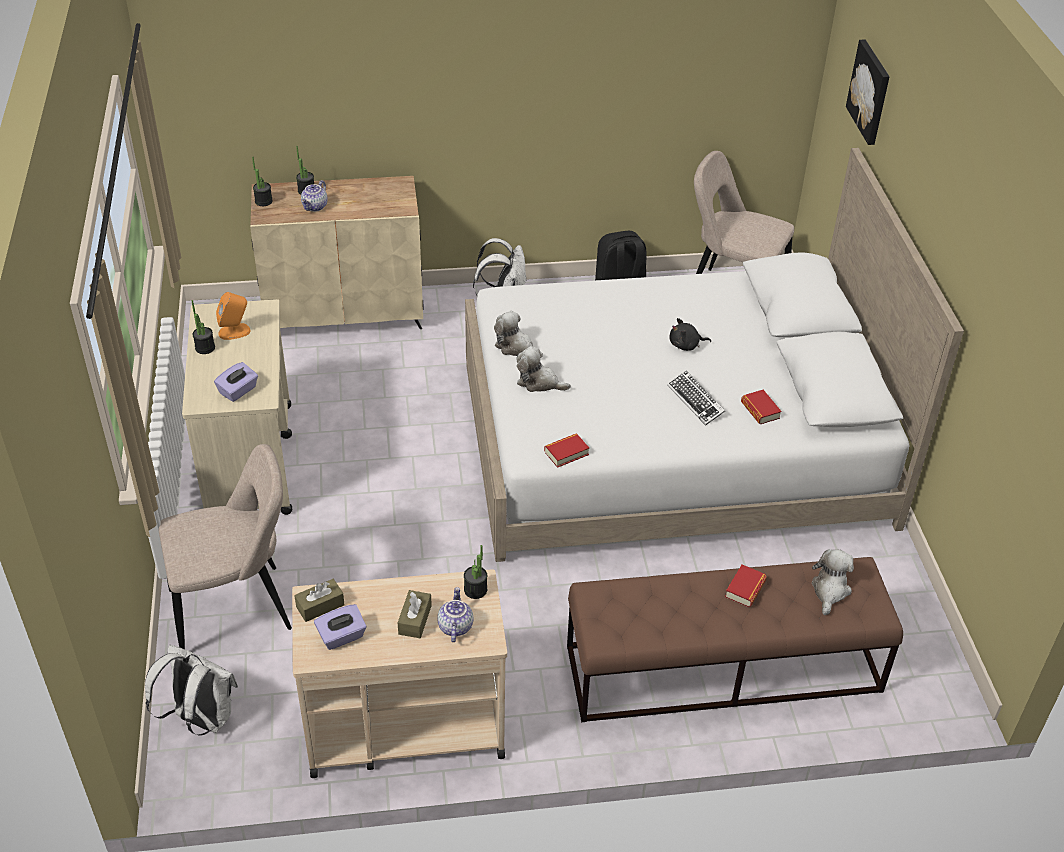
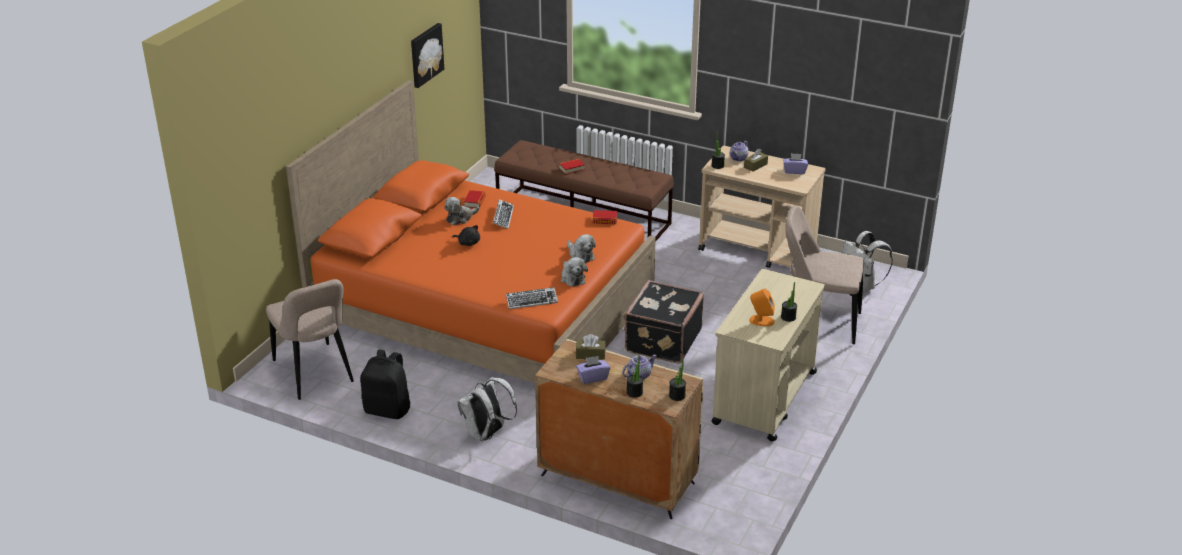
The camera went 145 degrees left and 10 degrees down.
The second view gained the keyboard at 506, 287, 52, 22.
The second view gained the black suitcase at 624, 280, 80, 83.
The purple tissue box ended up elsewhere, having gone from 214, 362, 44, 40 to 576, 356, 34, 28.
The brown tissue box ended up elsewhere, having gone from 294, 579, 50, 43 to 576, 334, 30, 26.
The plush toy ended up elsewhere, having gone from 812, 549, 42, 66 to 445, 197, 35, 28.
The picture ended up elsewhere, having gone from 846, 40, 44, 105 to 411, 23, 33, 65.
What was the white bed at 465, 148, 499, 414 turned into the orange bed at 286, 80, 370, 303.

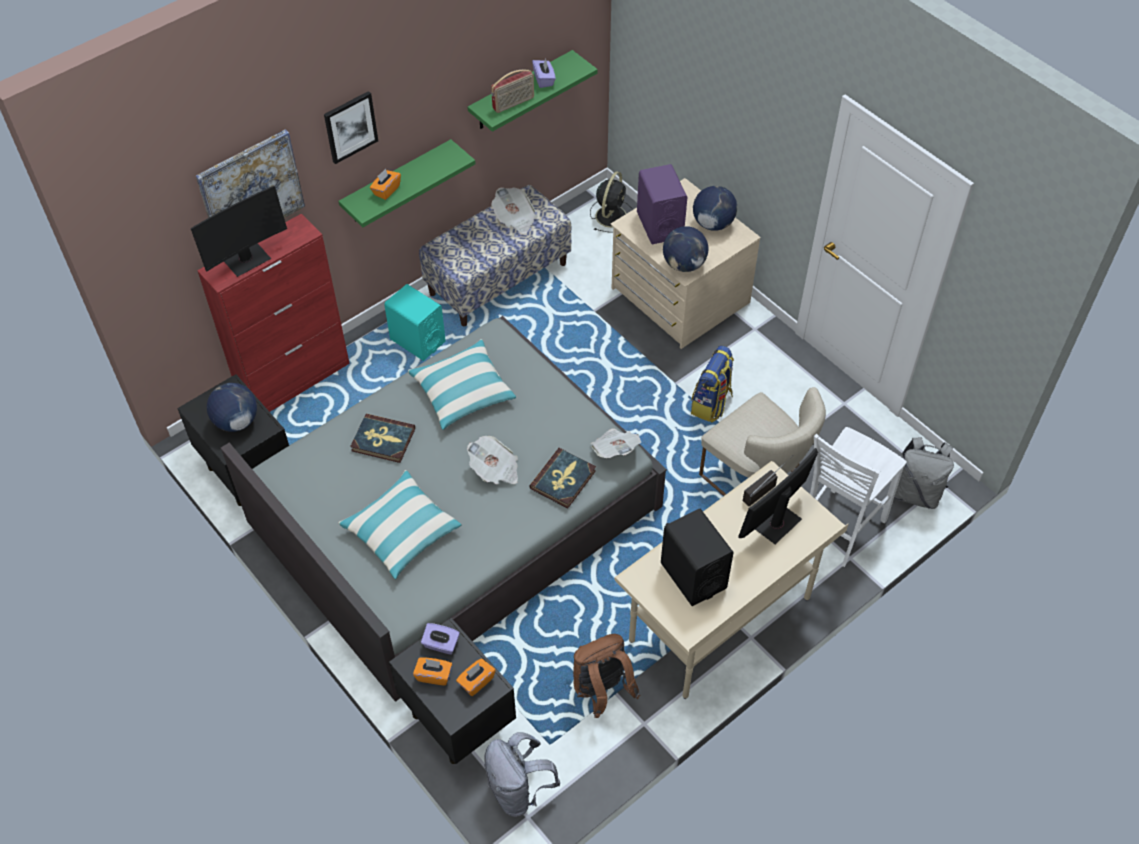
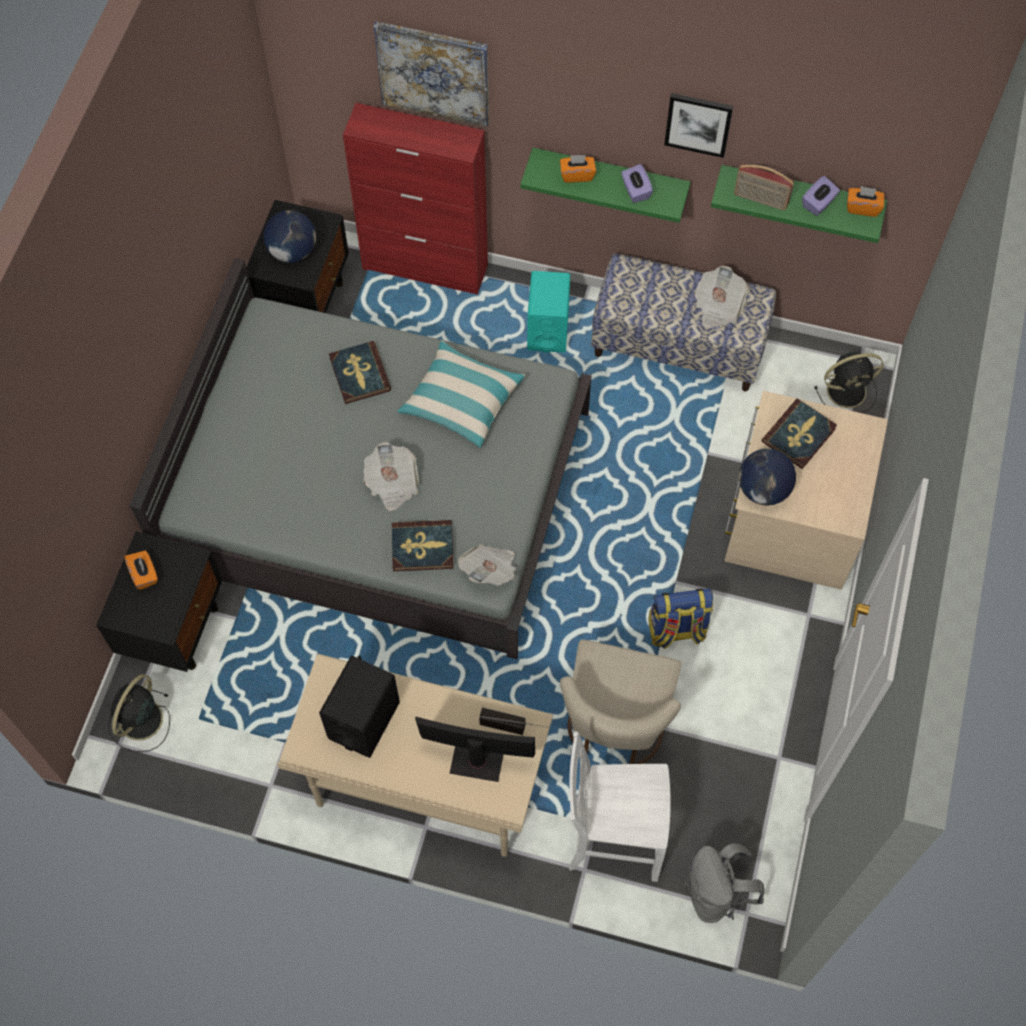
The camera went 55 degrees right and 10 degrees up.
The second view lost the monitor at 191, 186, 96, 91.
The second view lost the pillow at 338, 470, 124, 109.
The second view lost the brown backpack at 573, 634, 67, 84.
The second view lost the globe at 693, 186, 44, 45.
The picture ended up elsewhere, having gone from 324, 91, 54, 73 to 664, 93, 69, 65.
The purple tissue box ended up elsewhere, having gone from 421, 623, 39, 32 to 621, 164, 32, 39.
The orange tissue box ended up elsewhere, having gone from 456, 658, 40, 38 to 847, 186, 37, 31.
Where the grey backpack stood at 484, 732, 76, 85, the black fan came to stand at 108, 674, 62, 78.
Where the purple speaker stood at 637, 164, 50, 80, the book came to stand at 762, 399, 75, 70.

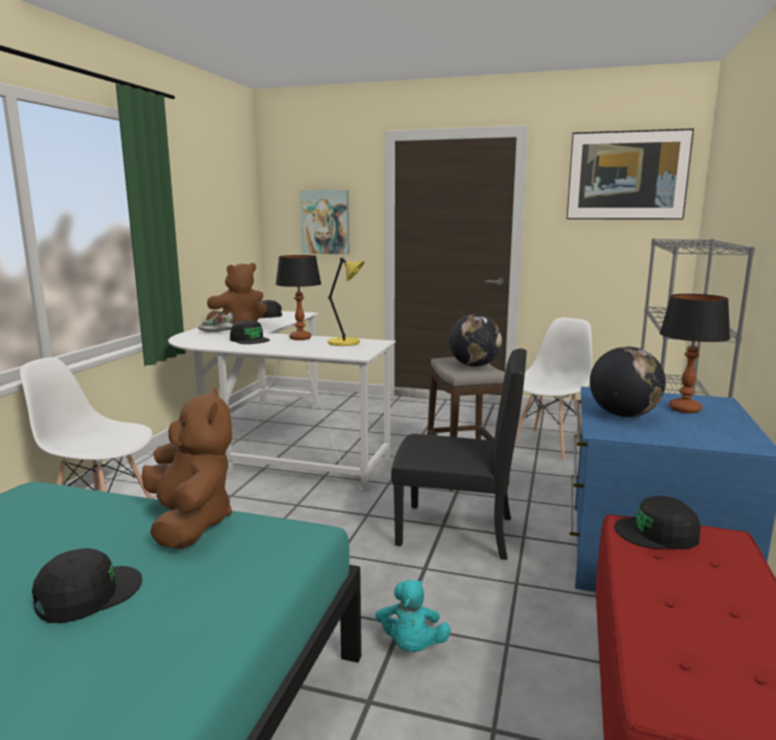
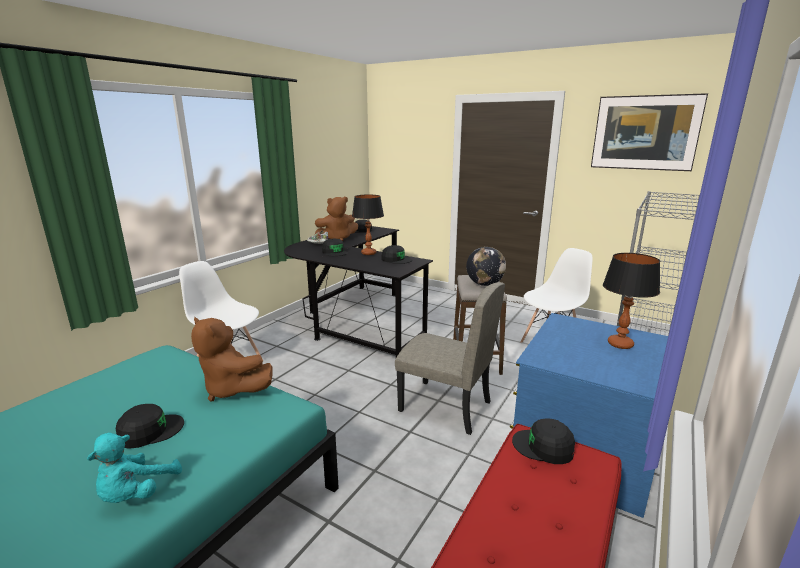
The camera went 15 degrees right and 5 degrees up.
The second view lost the picture at 300, 190, 49, 64.
The second view lost the globe at 590, 347, 76, 70.
The turquoise plush toy ended up elsewhere, having gone from 375, 580, 76, 72 to 87, 432, 95, 71.
Where the yellow table lamp stood at 328, 258, 36, 88, the black cap came to stand at 381, 245, 31, 19.
What was the white desk at 168, 311, 228, 180 turned into the black desk at 284, 226, 149, 131.
What was the black chair at 391, 348, 136, 212 turned into the beige chair at 395, 282, 110, 153.
The brown plush toy at 142, 388, 90, 161 ended up facing another way, 135 degrees clockwise from before.

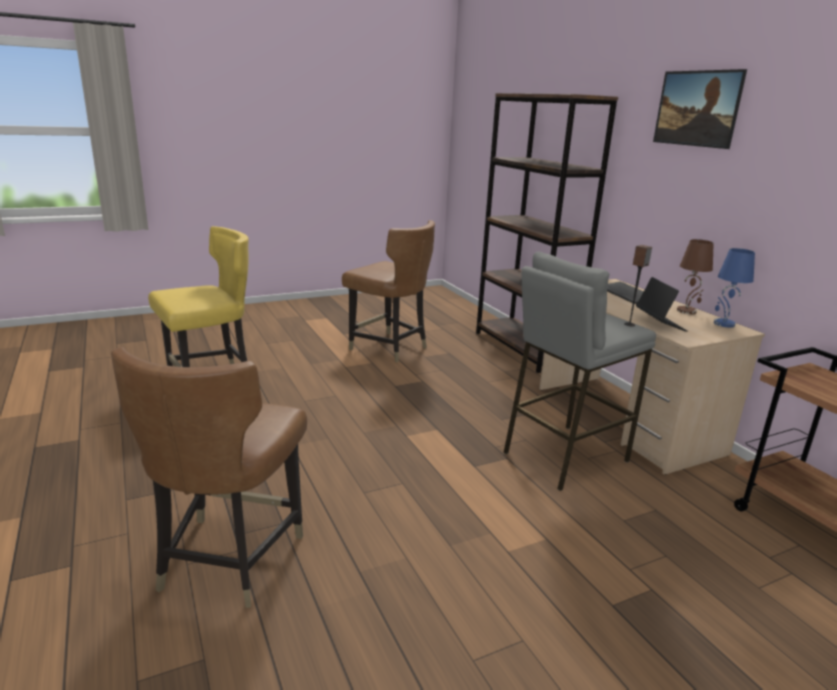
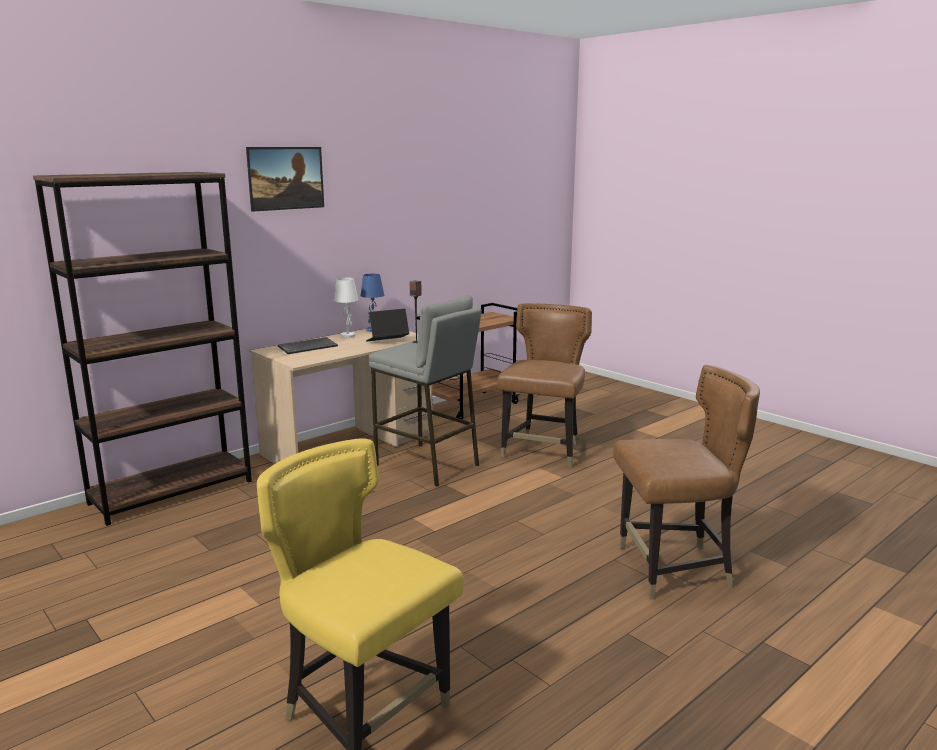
The camera went 105 degrees left and 5 degrees down.
The brown chair ended up elsewhere, having gone from 342, 220, 93, 142 to 497, 303, 95, 165.
What was the brown table lamp at 677, 239, 37, 75 turned into the white table lamp at 334, 278, 25, 60.

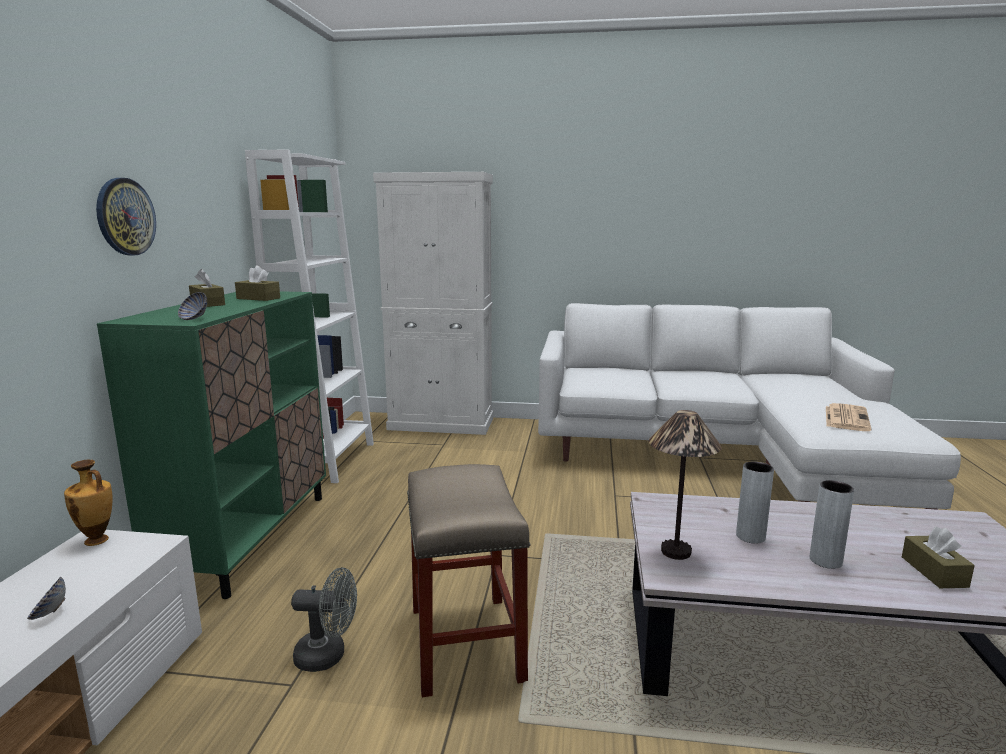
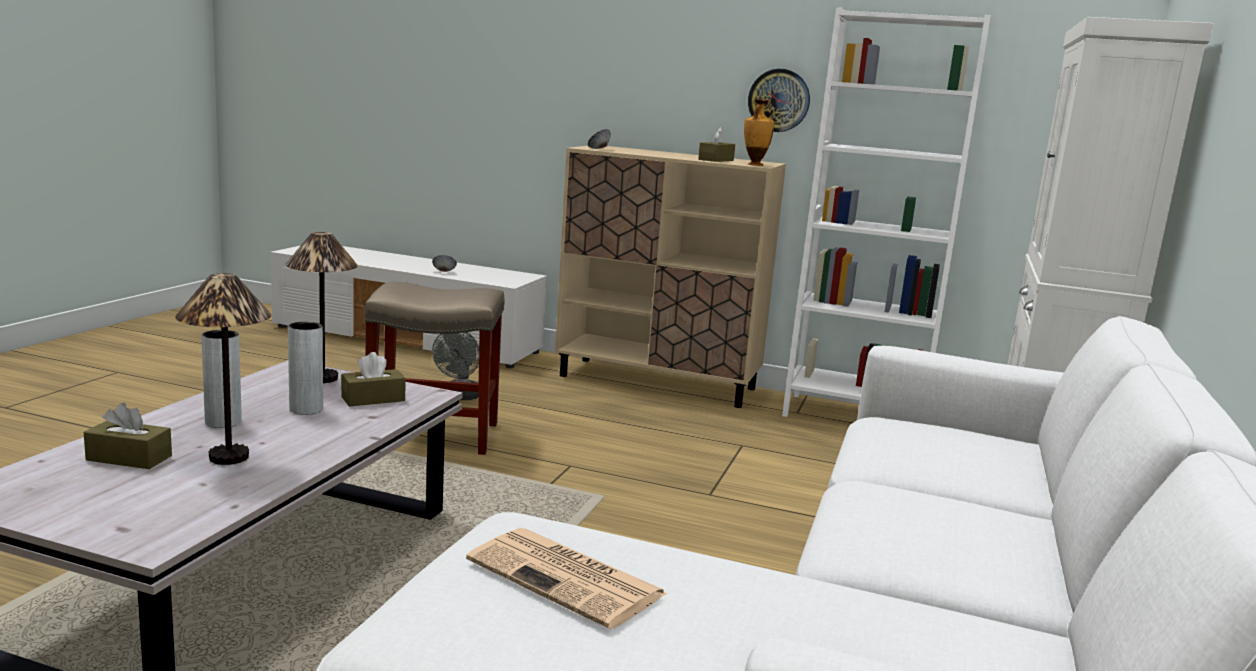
The camera went 100 degrees right and 0 degrees up.
The second view gained the table lamp at 175, 273, 96, 192.
The vase ended up elsewhere, having gone from 64, 460, 49, 86 to 744, 99, 30, 67.
The wall clock ended up elsewhere, having gone from 96, 178, 60, 77 to 748, 69, 62, 63.
The brown tissue box ended up elsewhere, having gone from 189, 269, 36, 38 to 341, 352, 65, 55.
What was the green cabinet at 97, 291, 229, 308 turned into the beige cabinet at 555, 146, 231, 262.

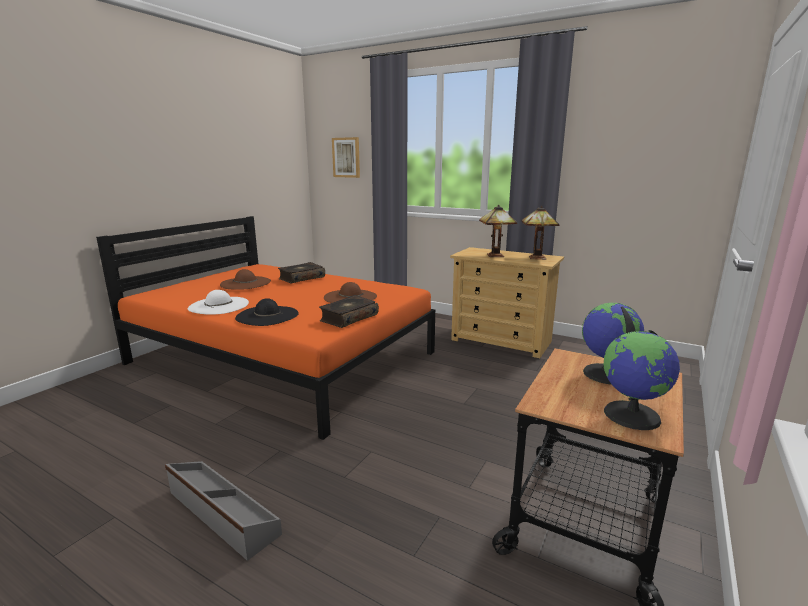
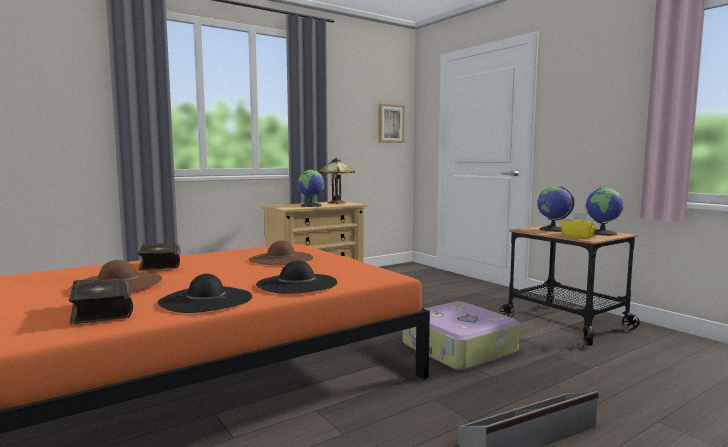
The camera went 65 degrees left and 10 degrees down.
The second view gained the suitcase at 402, 301, 118, 70.
The second view gained the yellow tissue box at 560, 212, 37, 26.
The book ended up elsewhere, having gone from 319, 295, 60, 33 to 69, 278, 64, 46.
The picture ended up elsewhere, having gone from 332, 137, 28, 41 to 378, 104, 27, 39.
Where the table lamp stood at 479, 205, 38, 52, the globe came to stand at 297, 170, 27, 37.
What was the white hat at 188, 290, 61, 25 turned into the black hat at 158, 274, 94, 39.

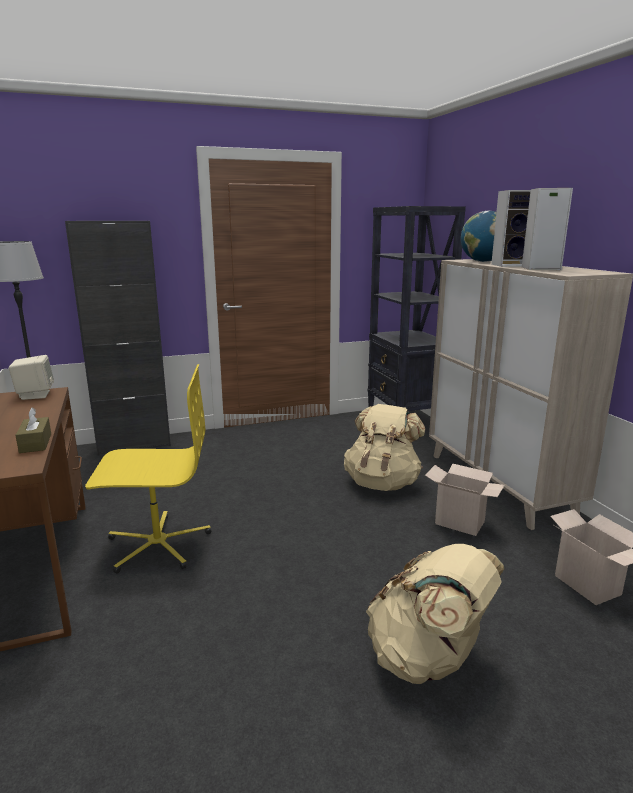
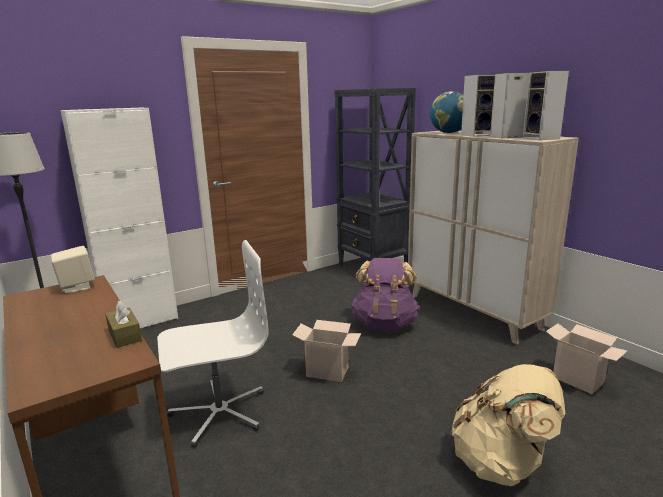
The camera went 15 degrees left and 0 degrees up.
The second view gained the speaker at 523, 71, 46, 69.
The cardboard box ended up elsewhere, having gone from 425, 464, 80, 72 to 292, 320, 69, 62.
What was the black cabinet at 65, 221, 106, 235 turned into the white cabinet at 61, 108, 117, 220.
What was the yellow office chair at 85, 364, 126, 209 turned into the white office chair at 157, 240, 112, 208.
What was the beige backpack at 344, 404, 81, 87 turned into the purple backpack at 351, 258, 69, 73.

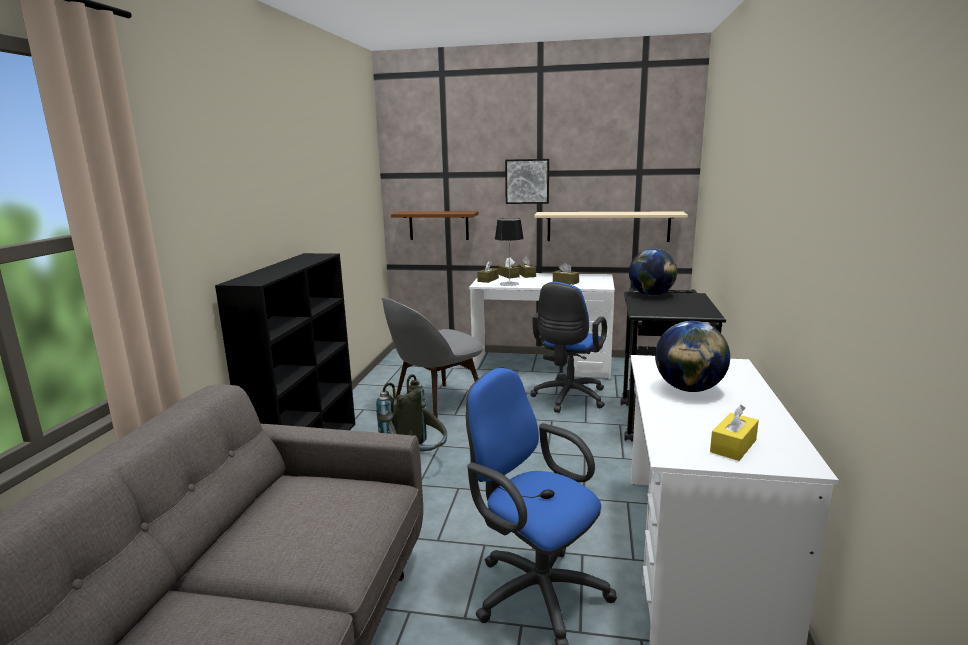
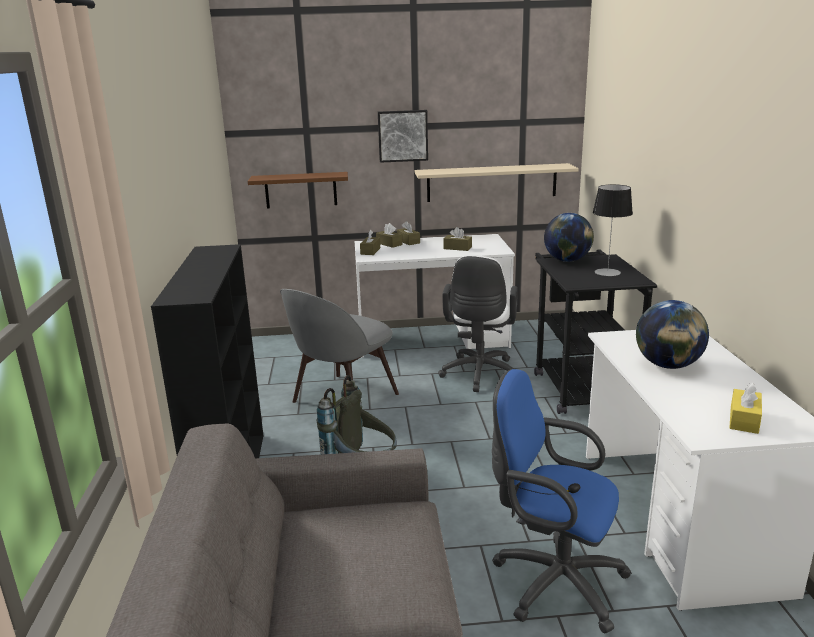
The camera went 15 degrees left and 5 degrees up.
The table lamp ended up elsewhere, having gone from 495, 218, 29, 68 to 593, 184, 40, 92.
What was the blue office chair at 530, 282, 77, 131 turned into the white office chair at 438, 255, 79, 137.

